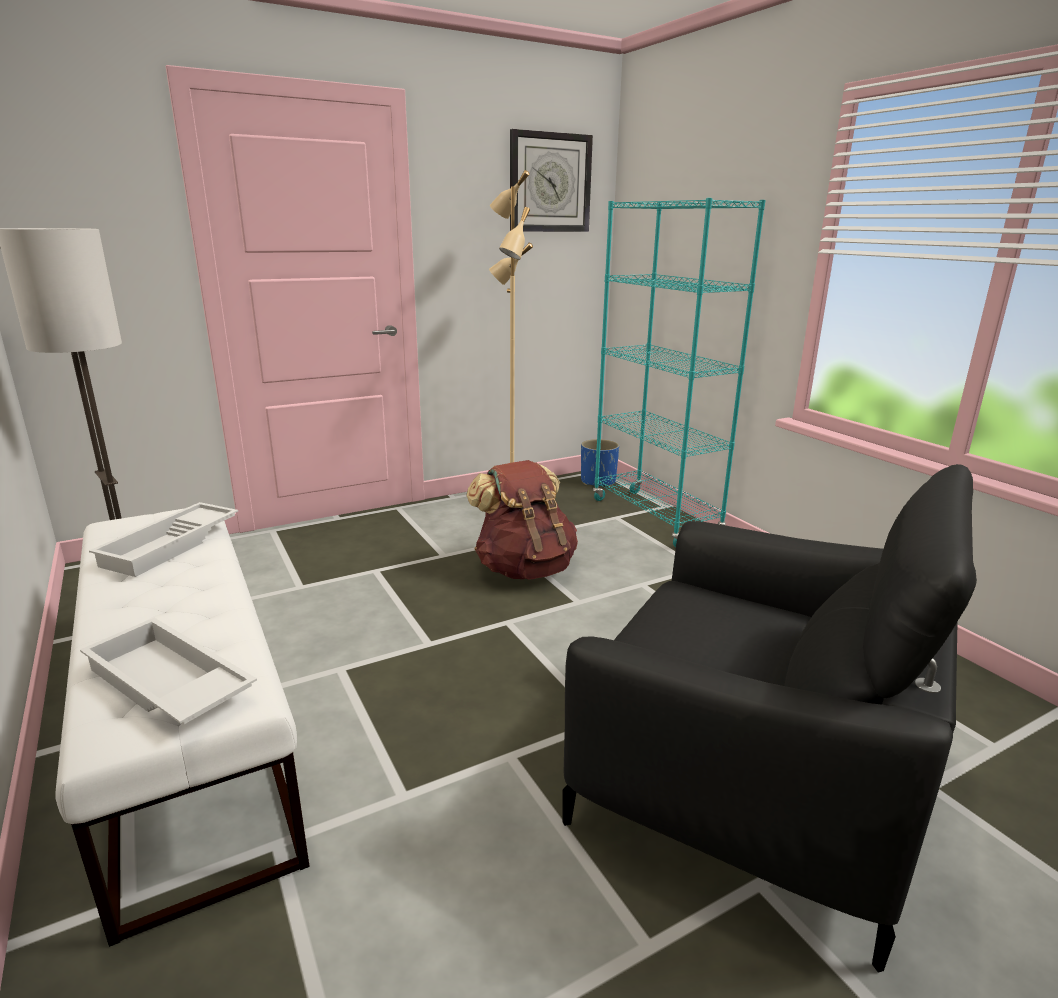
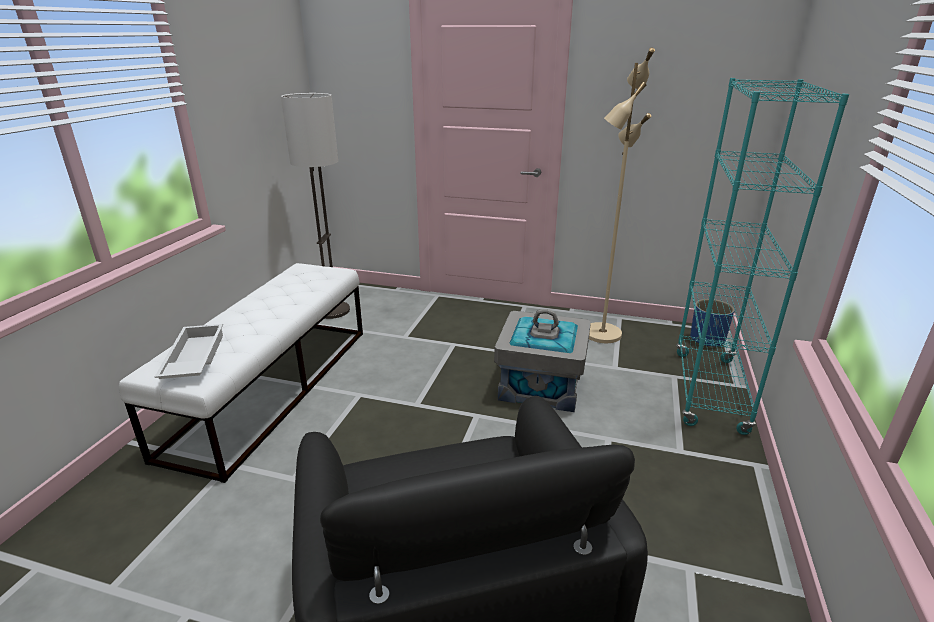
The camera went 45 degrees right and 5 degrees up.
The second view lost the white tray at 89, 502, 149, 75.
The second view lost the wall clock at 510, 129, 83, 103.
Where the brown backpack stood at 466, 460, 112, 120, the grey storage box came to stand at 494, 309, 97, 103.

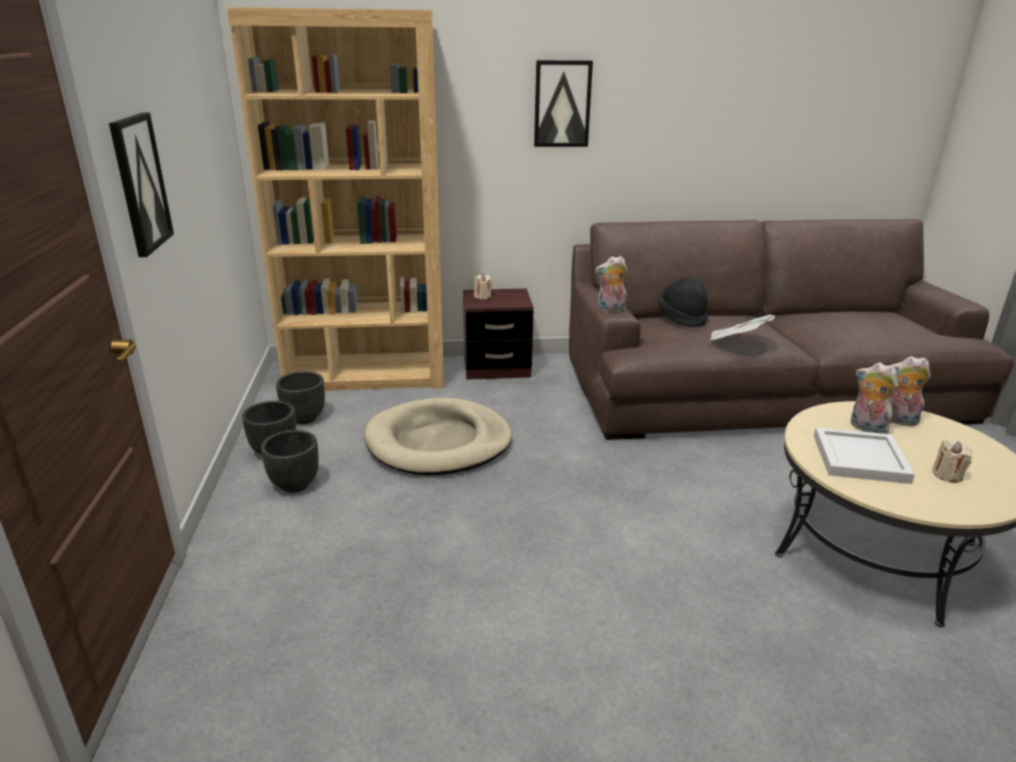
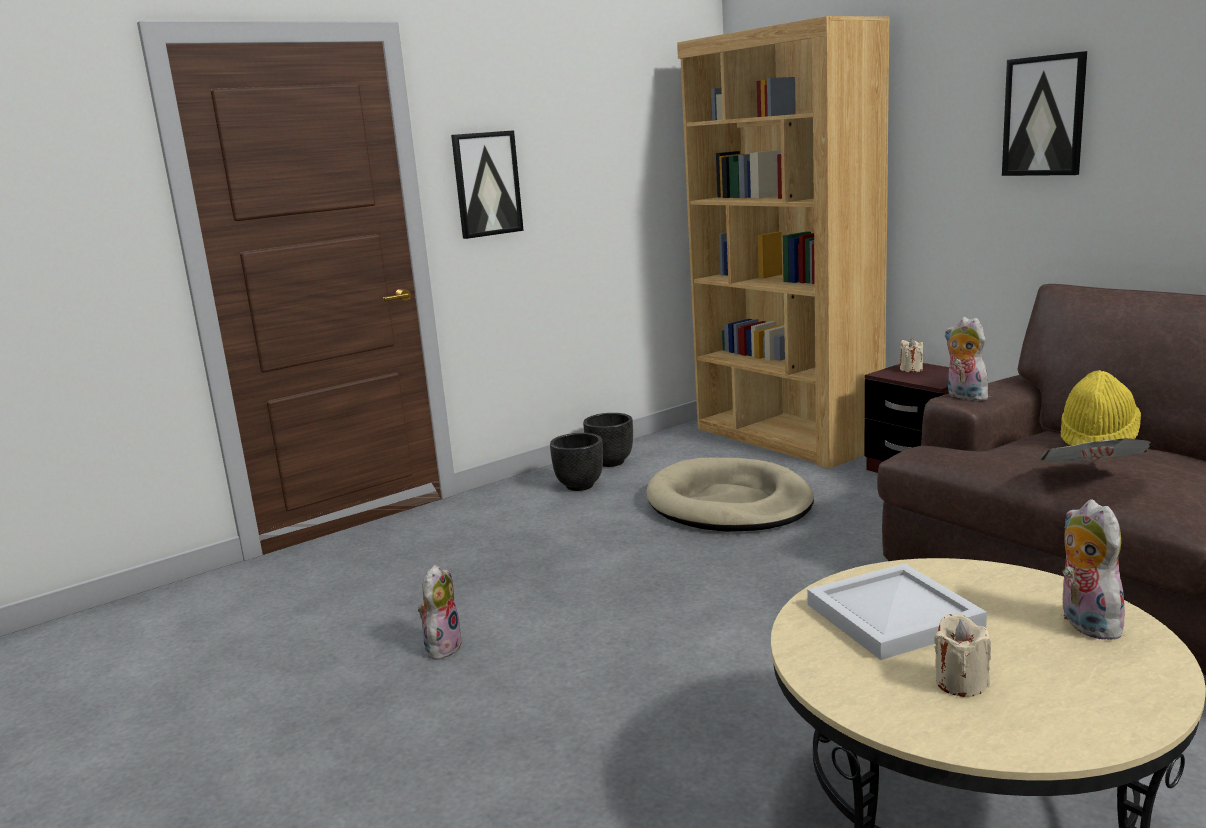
The camera went 60 degrees right and 10 degrees down.
The second view lost the black planter at 276, 371, 49, 53.
The plush toy ended up elsewhere, having gone from 851, 362, 47, 72 to 418, 565, 45, 95.
What was the black hat at 658, 277, 50, 50 turned into the yellow hat at 1061, 370, 80, 76.

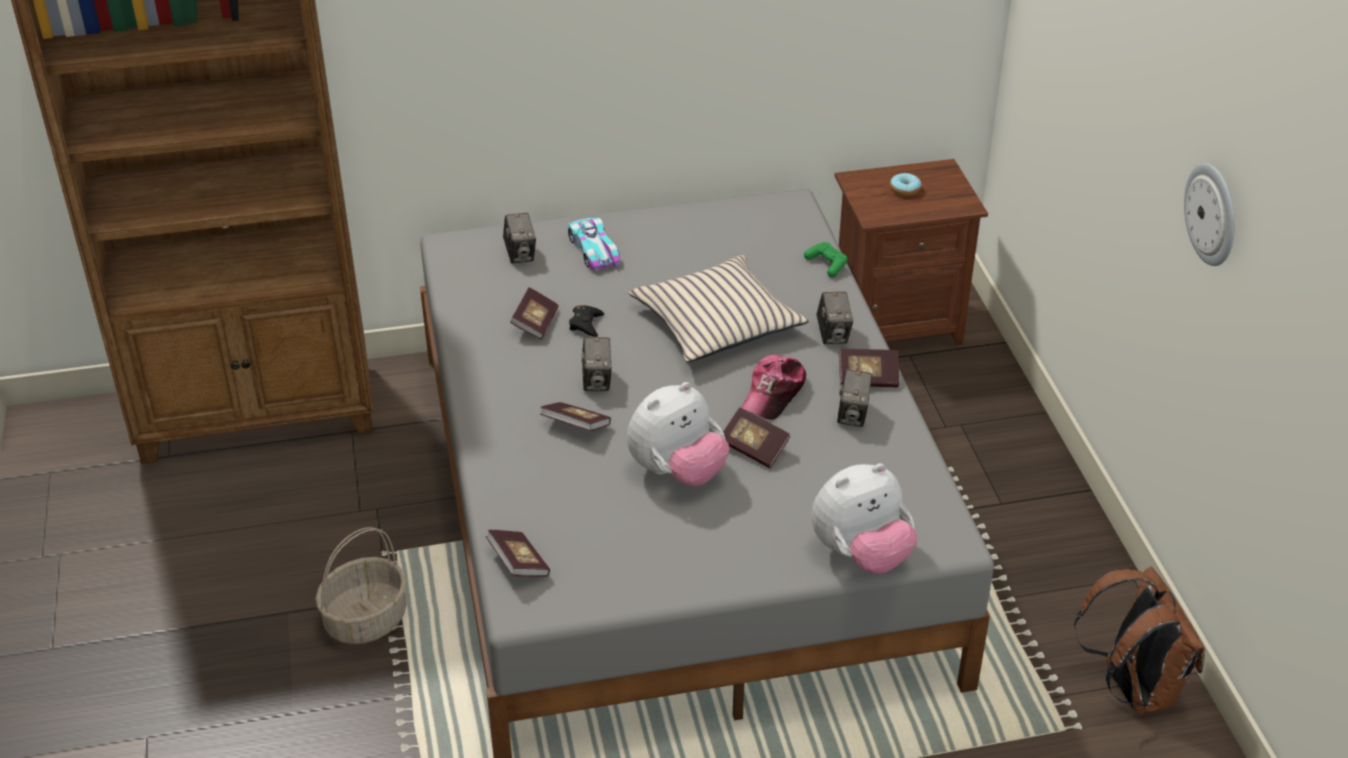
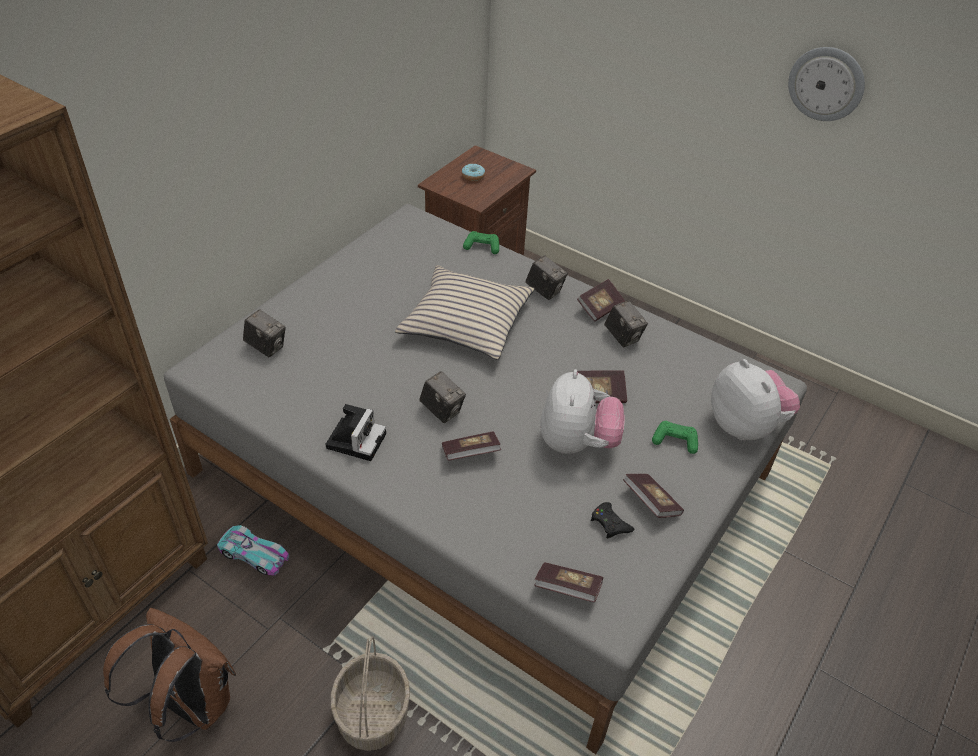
The camera went 45 degrees left and 5 degrees up.
The second view lost the cap at 741, 355, 65, 65.
The second view gained the photo camera at 326, 404, 60, 57.
The second view gained the green game controller at 652, 421, 46, 33.
The book ended up elsewhere, having gone from 510, 287, 48, 53 to 623, 474, 61, 44.
The toy car ended up elsewhere, having gone from 568, 218, 52, 53 to 217, 525, 72, 51.
The black game controller ended up elsewhere, having gone from 569, 305, 35, 32 to 591, 502, 44, 37.
The brown backpack ended up elsewhere, having gone from 1074, 567, 131, 147 to 103, 608, 133, 134.
The plush toy at 811, 463, 106, 111 ended up facing another way, 45 degrees counterclockwise from before.

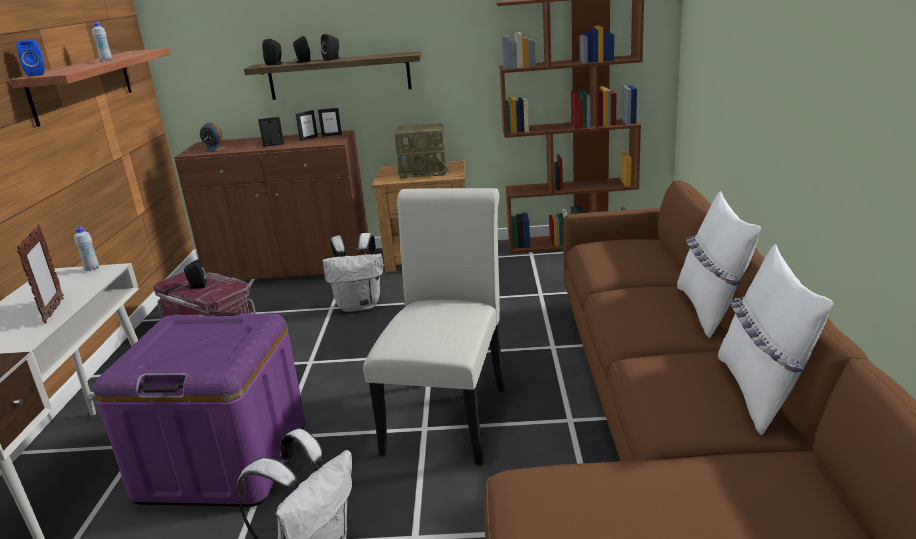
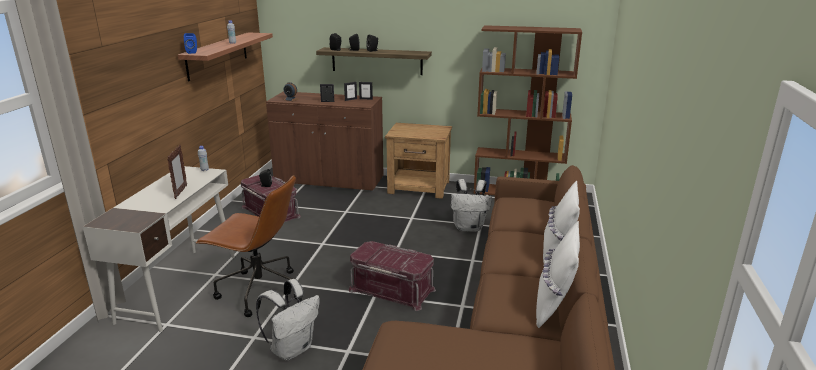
The camera went 10 degrees right and 0 degrees up.
The second view lost the radio at 394, 123, 54, 56.
The white backpack ended up elsewhere, having gone from 323, 233, 60, 79 to 451, 179, 41, 53.
Where the purple storage box stood at 93, 313, 213, 194, the brown office chair came to stand at 195, 175, 102, 142.
Where the white chair stood at 363, 188, 142, 277, the red storage box came to stand at 349, 241, 87, 70.

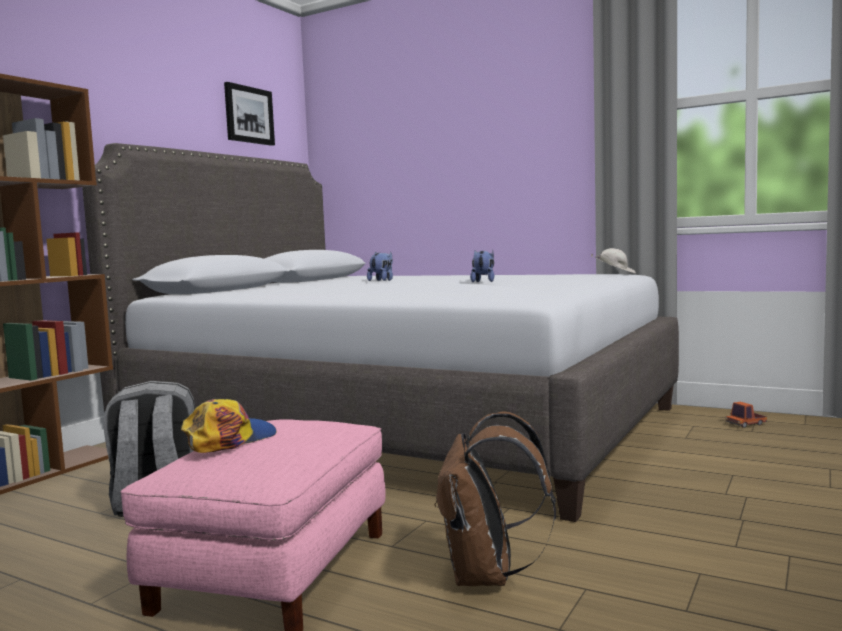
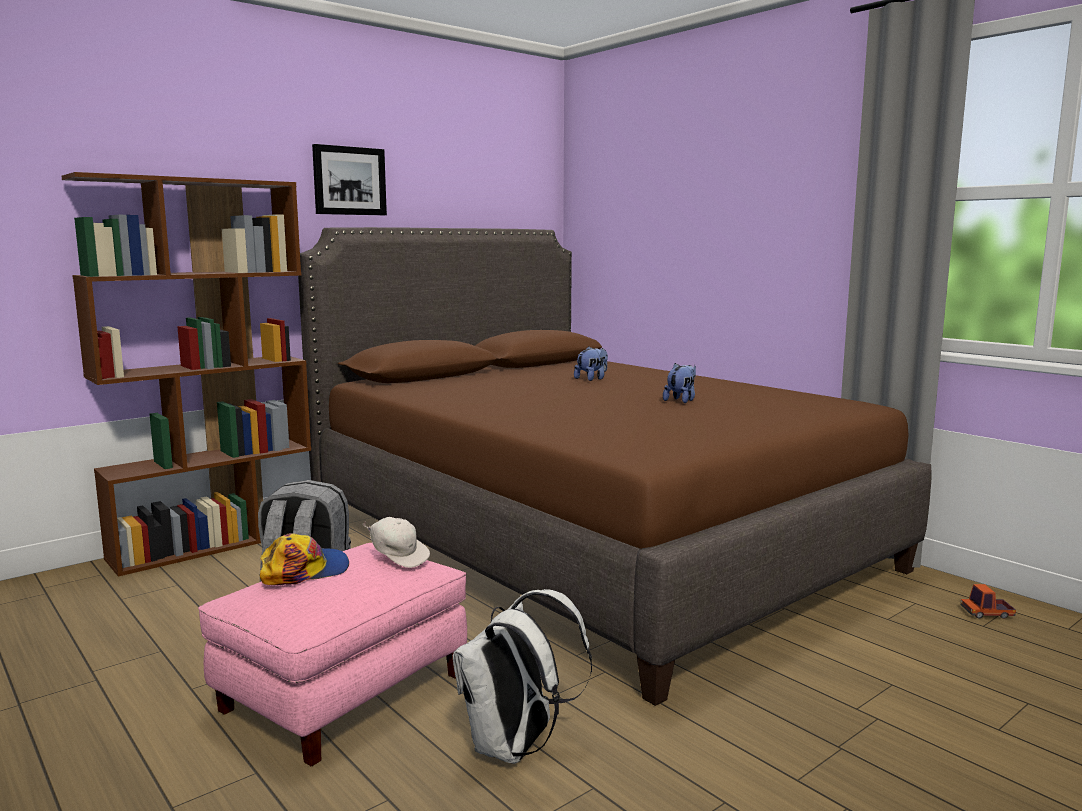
The camera went 20 degrees right and 5 degrees up.
The picture ended up elsewhere, having gone from 224, 82, 51, 64 to 312, 144, 75, 71.
The white cap ended up elsewhere, having gone from 591, 248, 45, 25 to 362, 517, 68, 51.
What was the grey bed at 82, 143, 597, 379 turned into the brown bed at 298, 227, 634, 479.
What was the brown backpack at 434, 411, 122, 175 turned into the white backpack at 453, 589, 139, 175.

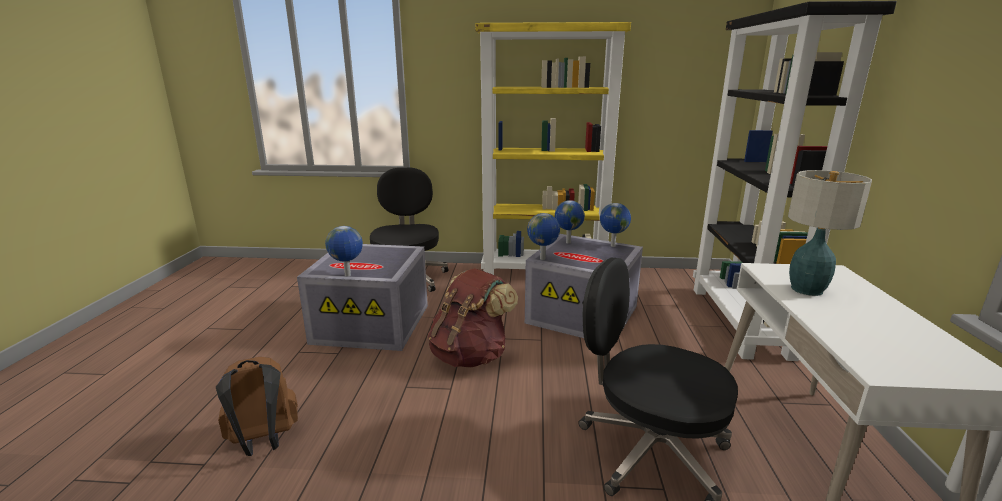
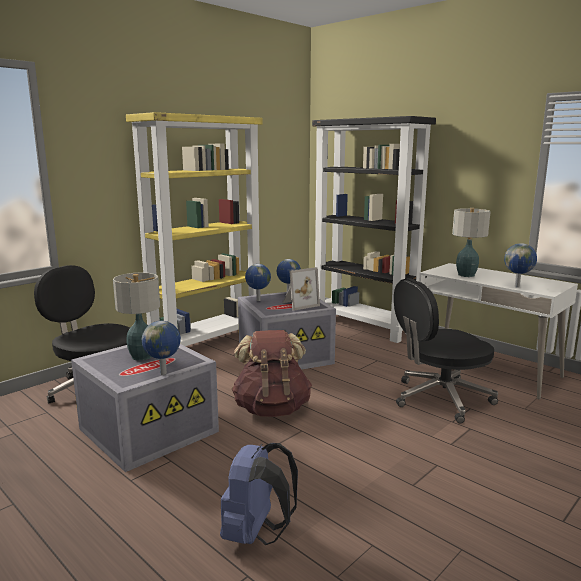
The camera went 50 degrees left and 5 degrees down.
The second view gained the table lamp at 113, 272, 47, 89.
The second view gained the picture frame at 283, 267, 37, 44.
The globe ended up elsewhere, having gone from 527, 213, 33, 47 to 504, 243, 33, 45.
What was the brown backpack at 216, 357, 82, 99 turned into the blue backpack at 220, 443, 78, 102.

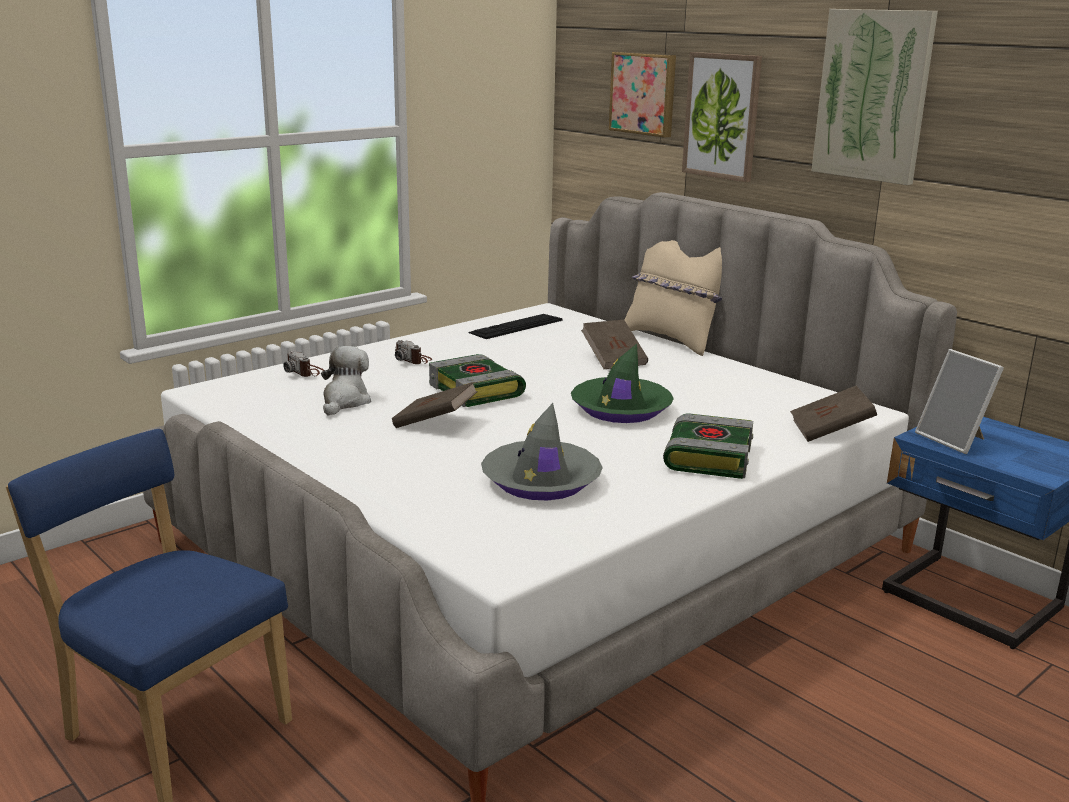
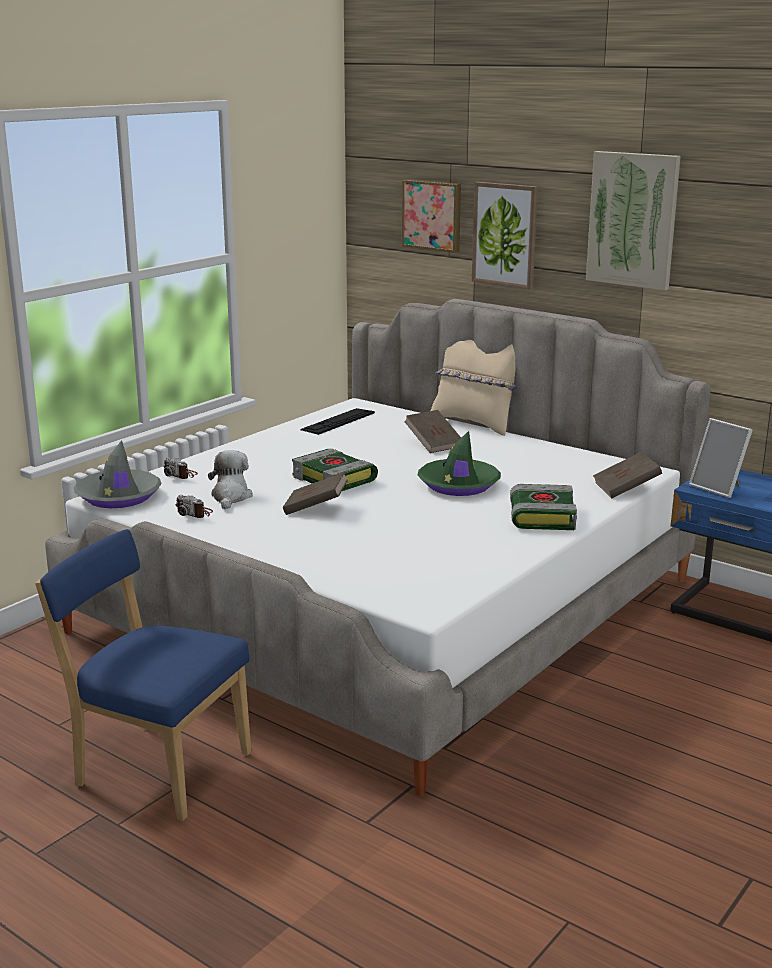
The camera went 10 degrees left and 0 degrees up.
The photo camera ended up elsewhere, having gone from 395, 340, 37, 24 to 175, 495, 38, 23.
The grey hat ended up elsewhere, having gone from 481, 403, 122, 97 to 74, 440, 88, 68.

